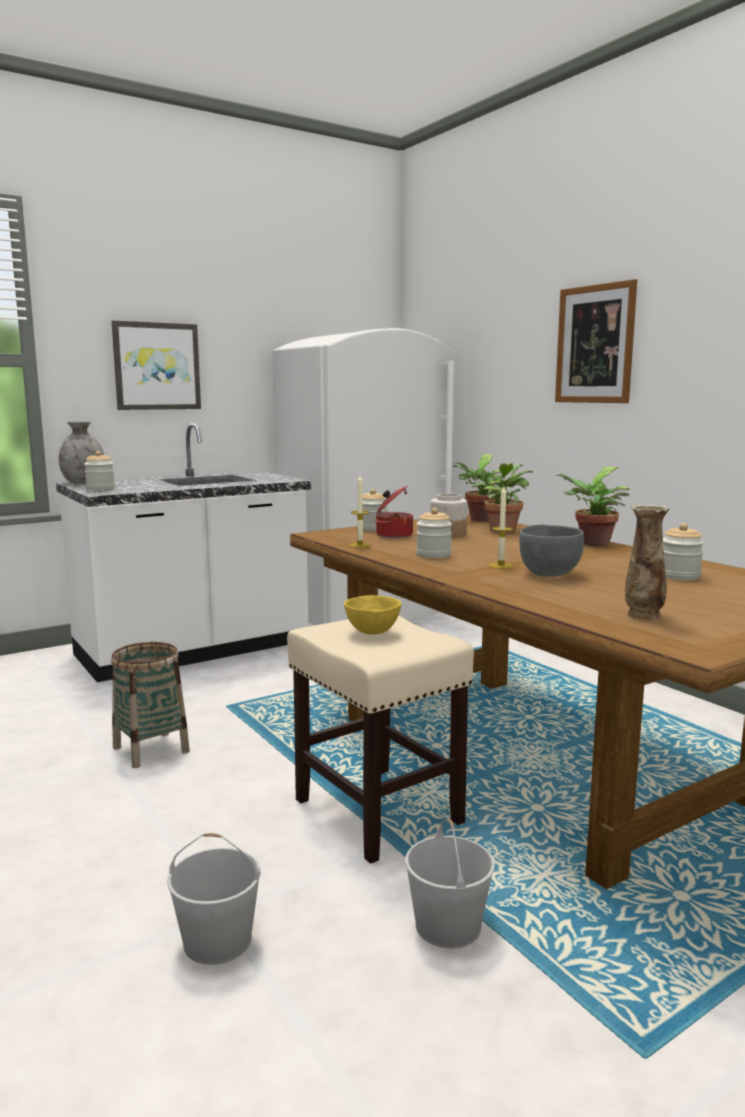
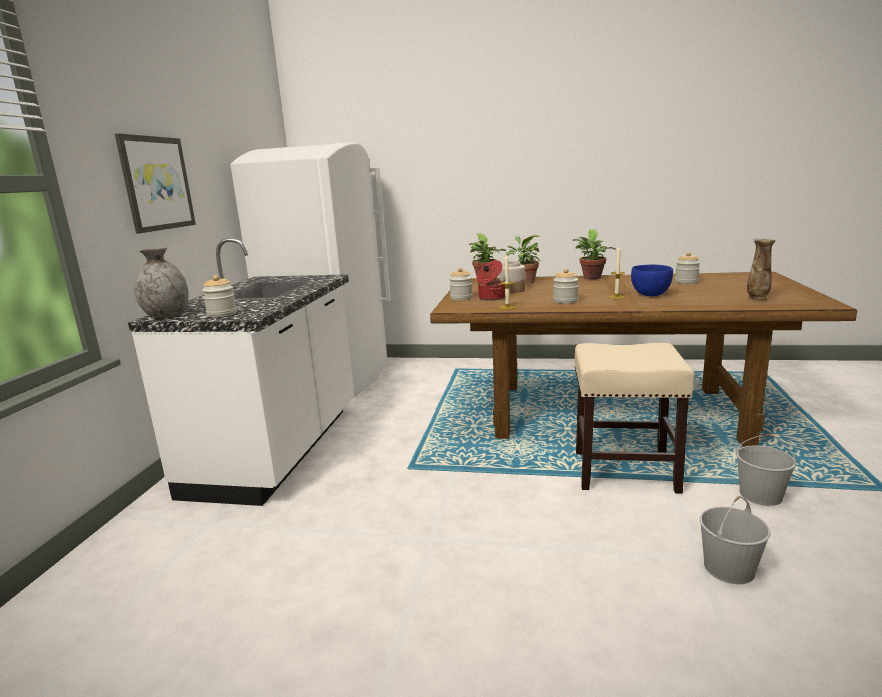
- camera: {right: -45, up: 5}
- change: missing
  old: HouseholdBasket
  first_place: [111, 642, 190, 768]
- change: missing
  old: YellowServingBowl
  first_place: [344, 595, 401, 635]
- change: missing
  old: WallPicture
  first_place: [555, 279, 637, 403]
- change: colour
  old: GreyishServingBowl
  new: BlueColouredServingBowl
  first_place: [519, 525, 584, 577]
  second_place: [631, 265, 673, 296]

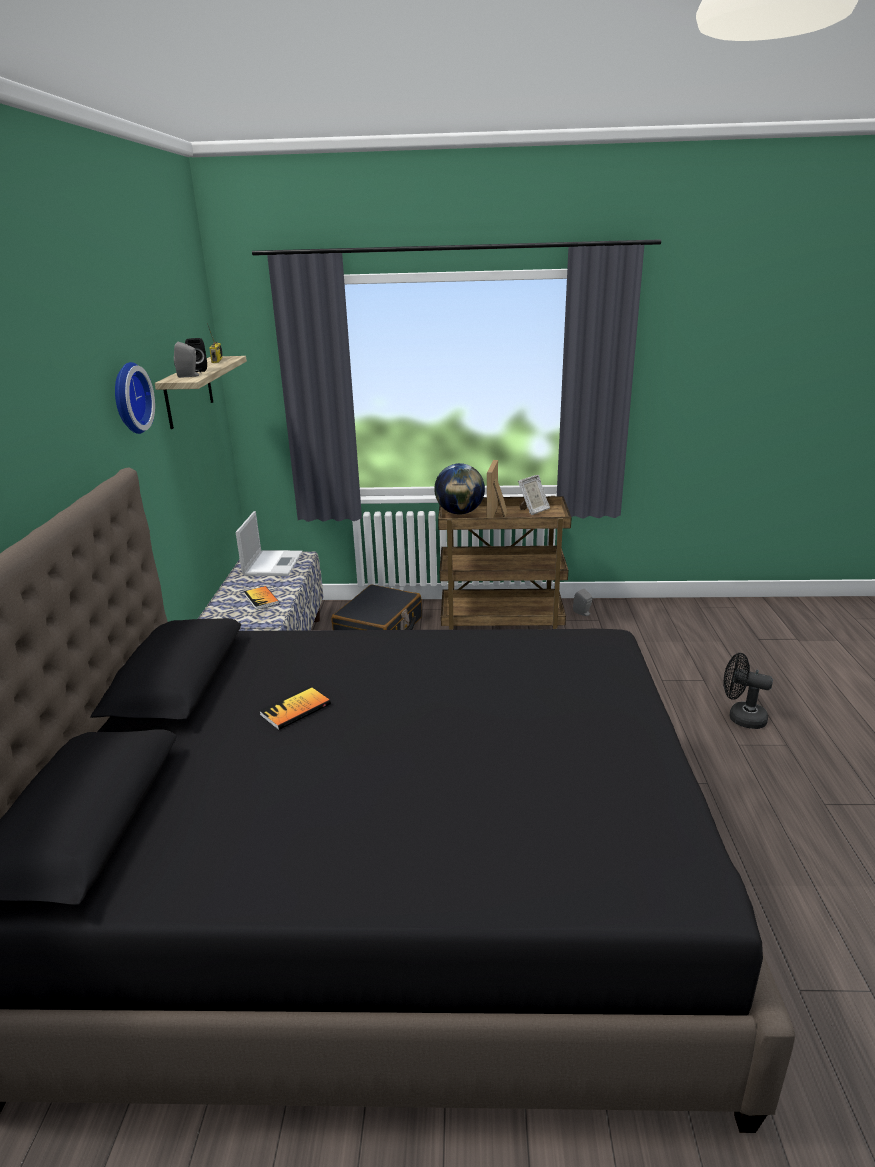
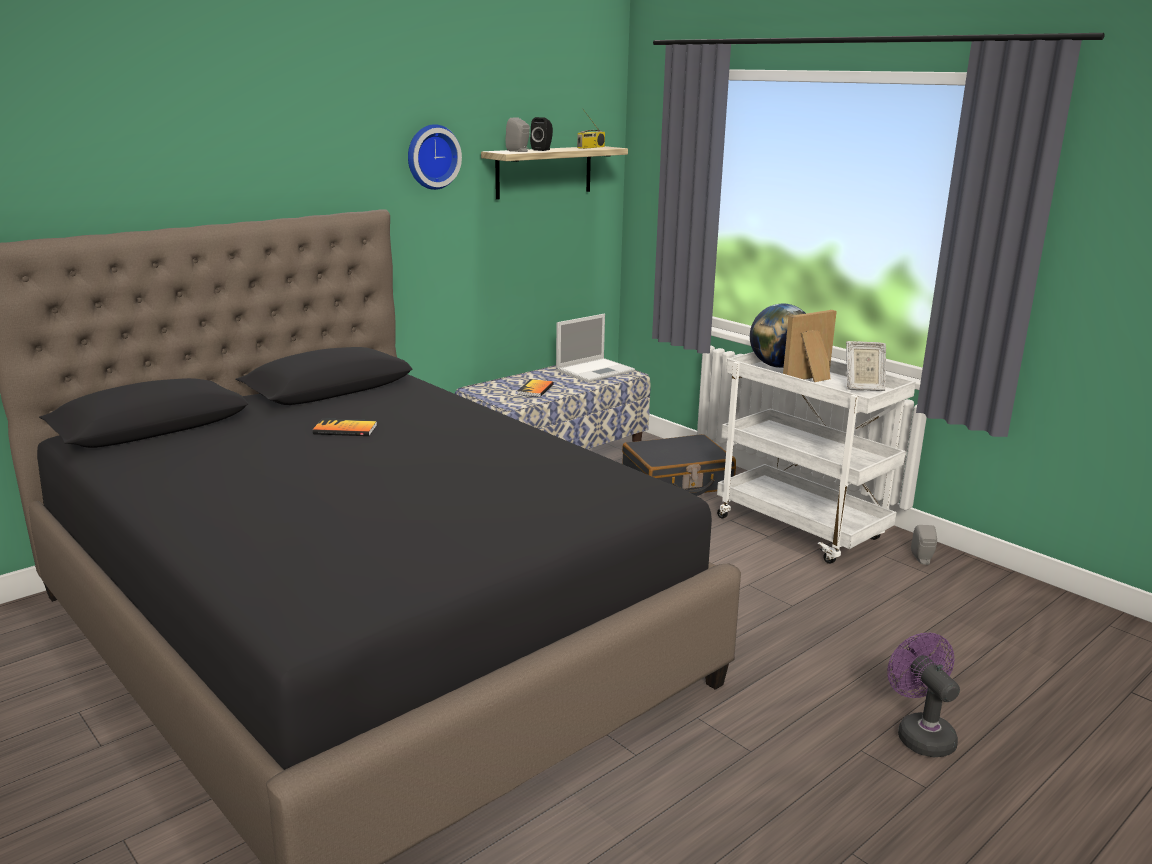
- camera: {right: 45, up: -5}
- change: colour
  old: BrownColouredTrolley
  new: WhitishTrolley
  first_place: [438, 496, 572, 630]
  second_place: [717, 352, 916, 564]
- change: colour
  old: BlackishCoolingFan
  new: PurplishCoolingFan
  first_place: [724, 653, 773, 729]
  second_place: [887, 633, 960, 757]

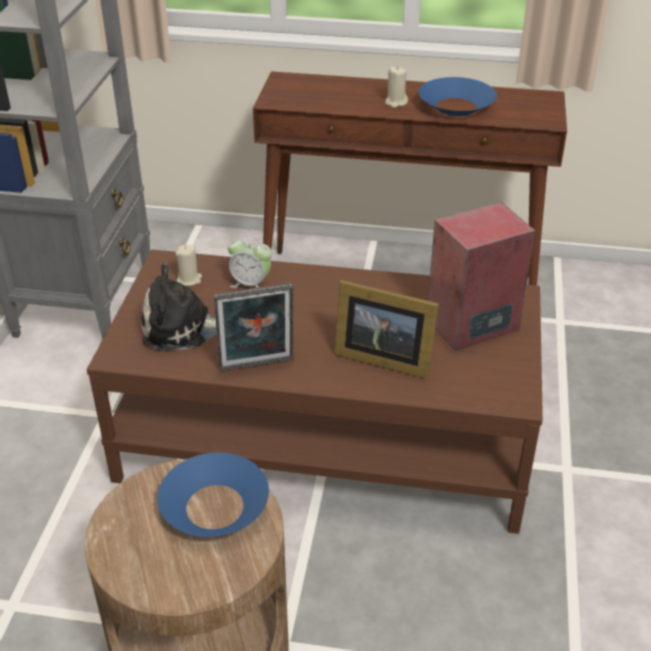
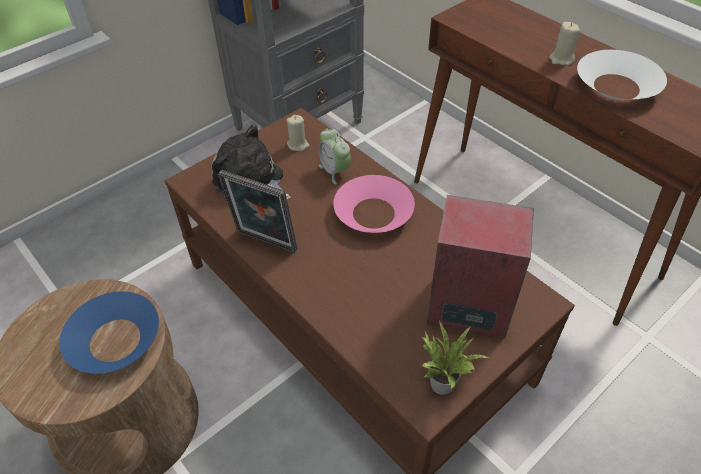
- camera: {right: 40, up: 10}
- change: missing
  old: PhotoFrame
  first_place: [334, 280, 439, 379]
- change: appeared
  new: PinkServingBowl
  second_place: [333, 175, 415, 233]
- change: appeared
  new: Houseplant
  second_place: [421, 321, 490, 395]
- change: colour
  old: BlueColouredServingBowl
  new: WhitishServingBowl
  first_place: [419, 77, 497, 116]
  second_place: [577, 50, 667, 100]

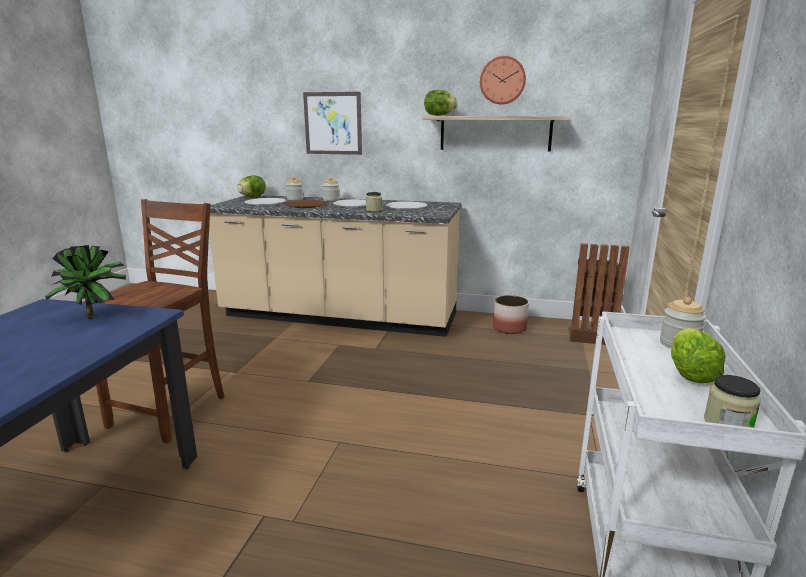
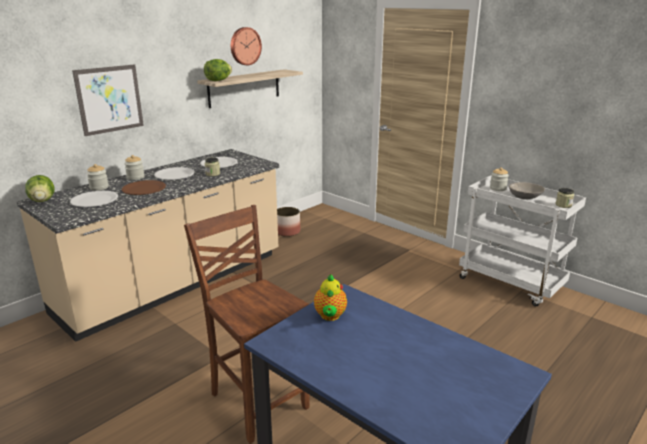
- camera: {right: -60, up: 5}
- change: missing
  old: BrownColouredRubbishBin
  first_place: [568, 243, 630, 345]
- change: exchanged
  old: Houseplant
  new: TeaPot
  first_place: [45, 245, 126, 319]
  second_place: [314, 274, 347, 321]
- change: exchanged
  old: LettuceHead
  new: GreyishServingBowl
  first_place: [671, 328, 726, 383]
  second_place: [509, 182, 545, 199]

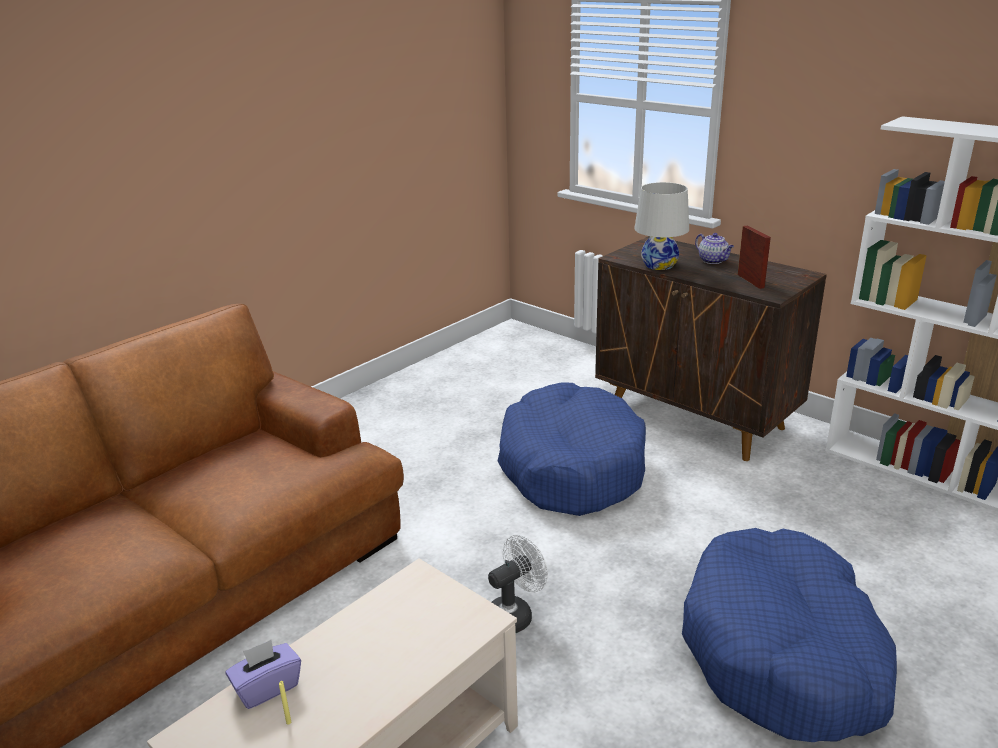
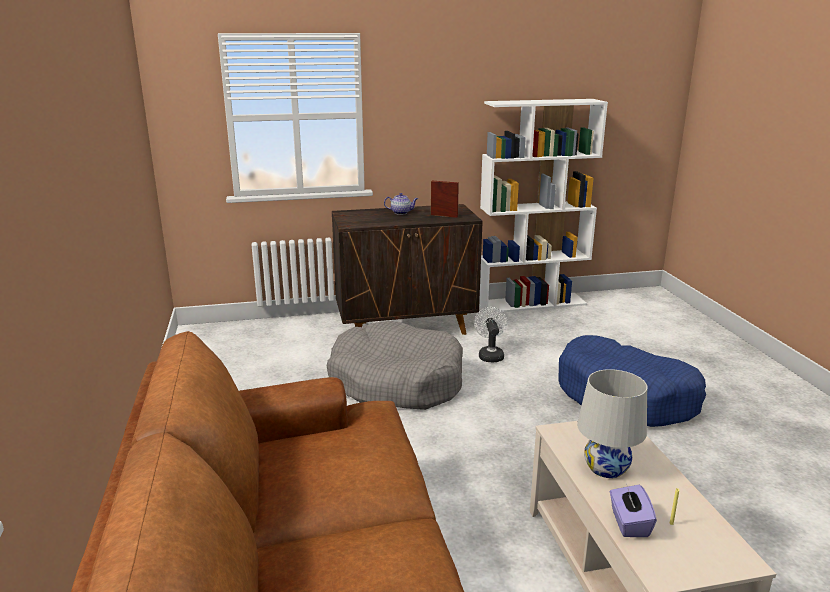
- camera: {right: -55, up: -5}
- change: relocated
  old: WhitishCoolingFan
  first_place: [488, 535, 548, 633]
  second_place: [474, 307, 507, 362]
- change: relocated
  old: WhitishTableLamp
  first_place: [634, 182, 689, 270]
  second_place: [577, 369, 647, 478]
- change: colour
  old: BlueColouredDogCushion
  new: GreyishDogCushion
  first_place: [498, 382, 646, 516]
  second_place: [327, 321, 463, 410]

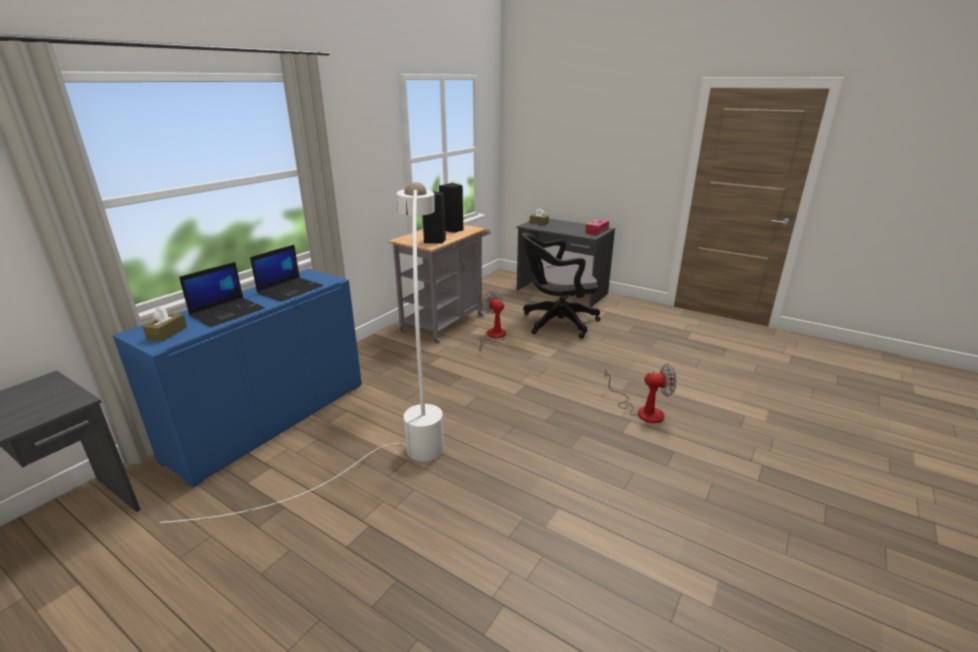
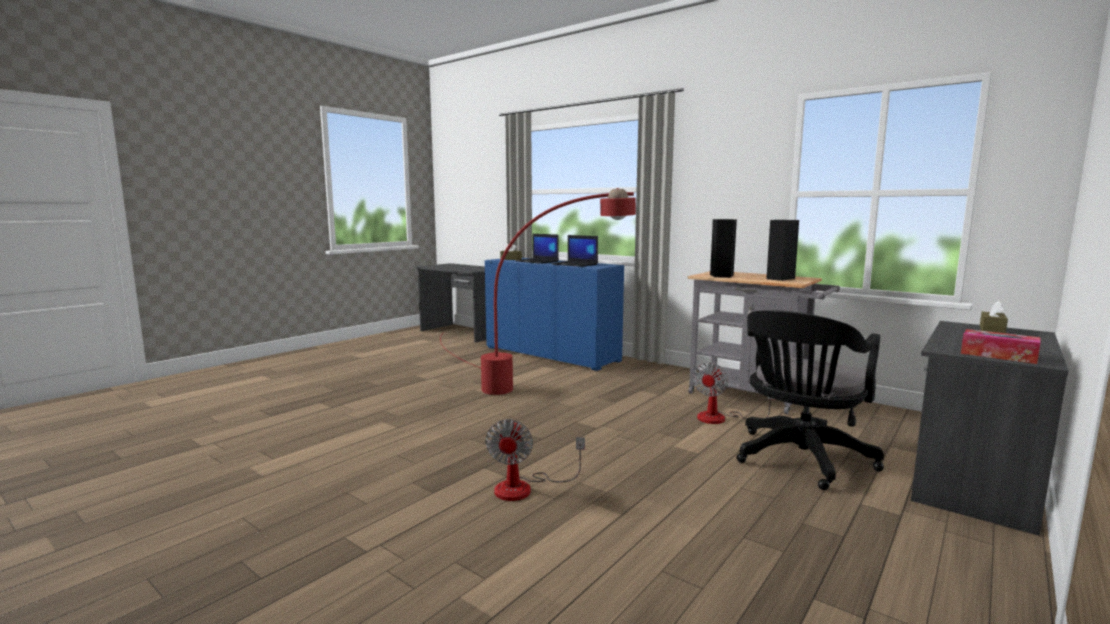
- camera: {right: 95, up: -15}
- change: colour
  old: WhitishStandardLamp
  new: ReddishStandardLamp
  first_place: [159, 182, 444, 523]
  second_place: [440, 188, 636, 395]
- change: spun
  old: CoolingFan
  first_place: [479, 291, 506, 351]
  second_place: [693, 362, 775, 424]
  degrees: 150
- change: spun
  old: BlackishOfficeChair
  first_place: [522, 232, 601, 339]
  second_place: [737, 310, 884, 490]
  degrees: -135

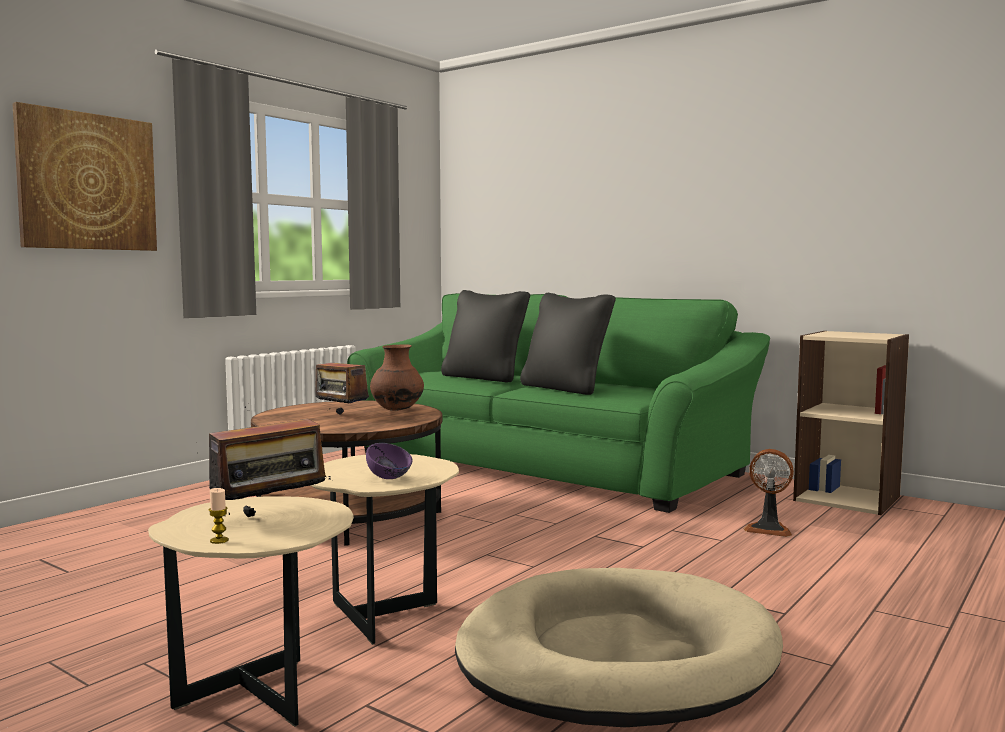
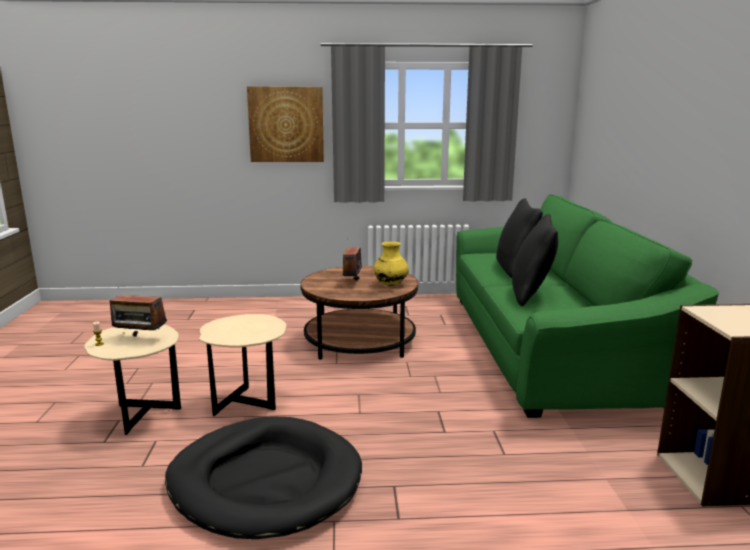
- camera: {right: 50, up: 10}
- change: missing
  old: PurplishServingBowl
  first_place: [366, 443, 413, 479]
- change: missing
  old: CoolingFan
  first_place: [743, 449, 794, 537]
- change: colour
  old: BrownColouredDecorativeVase
  new: YellowDecorativeVase
  first_place: [370, 344, 424, 411]
  second_place: [373, 242, 409, 286]
- change: colour
  old: BeigeColouredDogCushion
  new: BlackishDogCushion
  first_place: [455, 568, 783, 727]
  second_place: [165, 417, 362, 539]

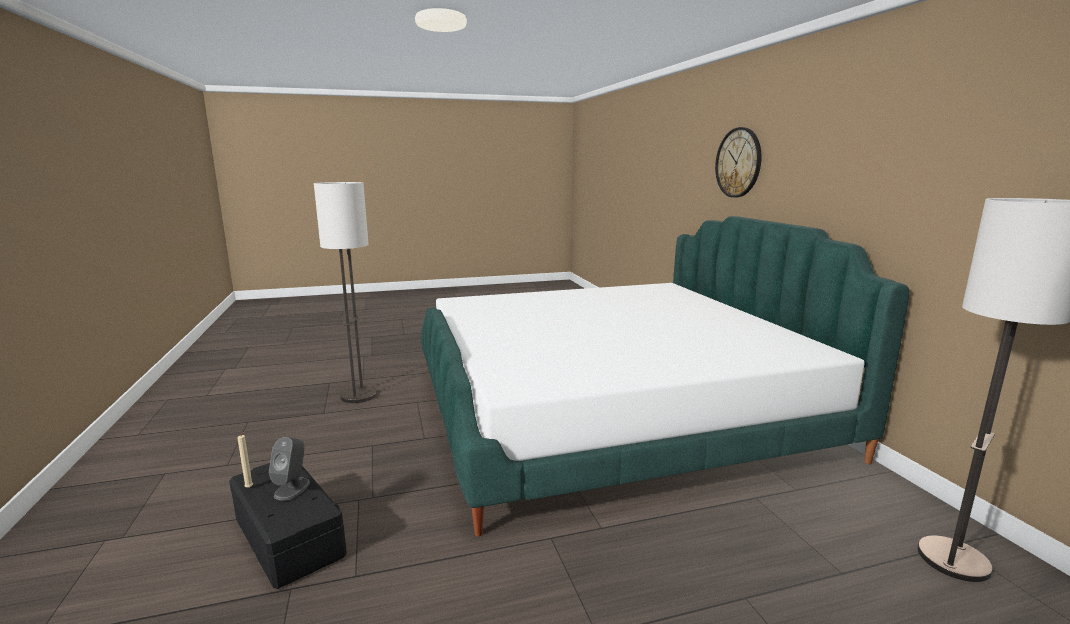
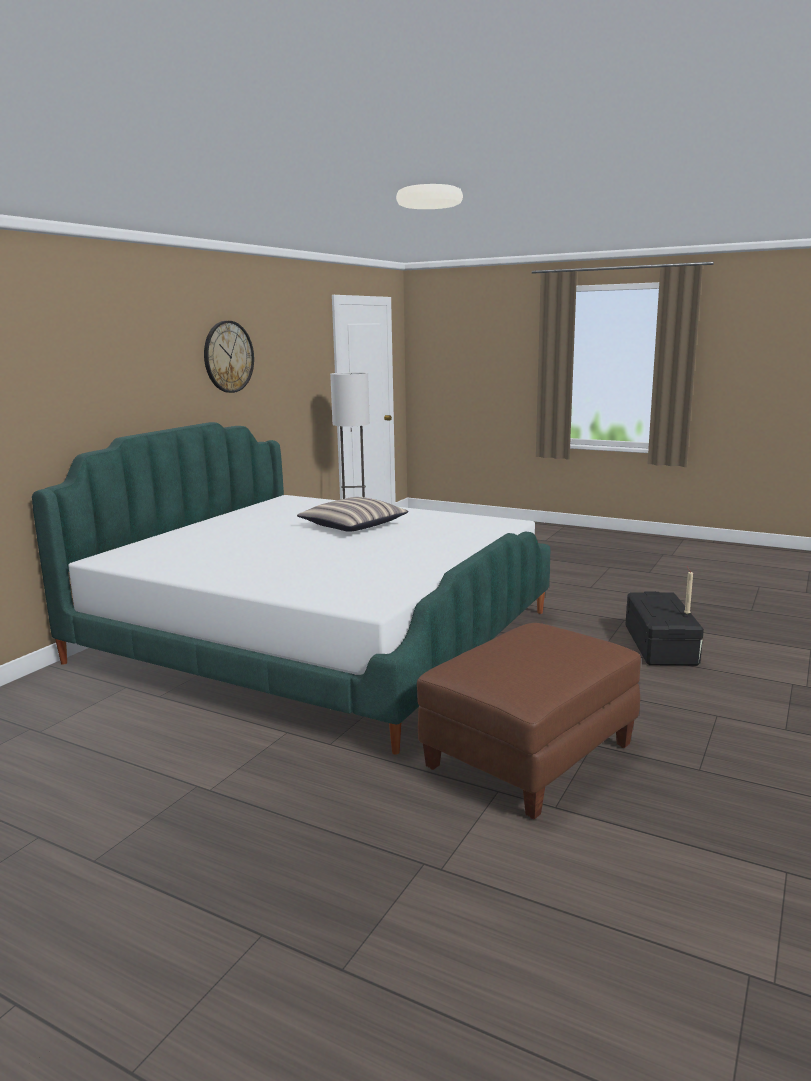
- camera: {right: -135, up: 0}
- change: missing
  old: GreyishLoudspeaker
  first_place: [269, 437, 310, 500]
- change: appeared
  new: ThrowPillow
  second_place: [297, 497, 409, 532]
- change: relocated
  old: WallClock
  first_place: [715, 127, 762, 197]
  second_place: [204, 321, 254, 393]
- change: exchanged
  old: StandardLamp
  new: BrownColouredPouffe
  first_place: [314, 182, 377, 403]
  second_place: [417, 623, 641, 819]

